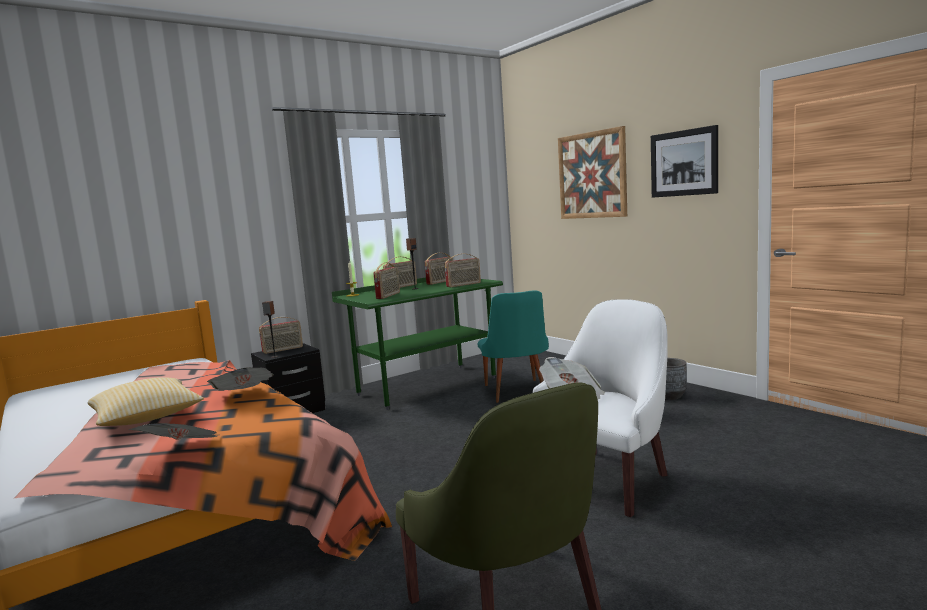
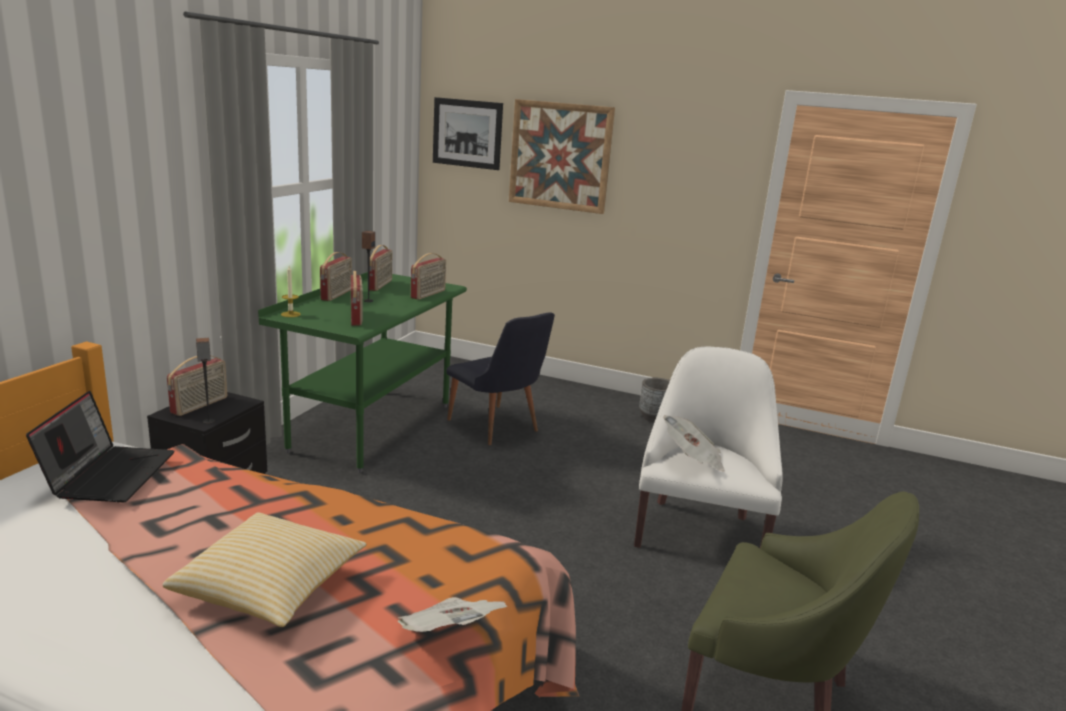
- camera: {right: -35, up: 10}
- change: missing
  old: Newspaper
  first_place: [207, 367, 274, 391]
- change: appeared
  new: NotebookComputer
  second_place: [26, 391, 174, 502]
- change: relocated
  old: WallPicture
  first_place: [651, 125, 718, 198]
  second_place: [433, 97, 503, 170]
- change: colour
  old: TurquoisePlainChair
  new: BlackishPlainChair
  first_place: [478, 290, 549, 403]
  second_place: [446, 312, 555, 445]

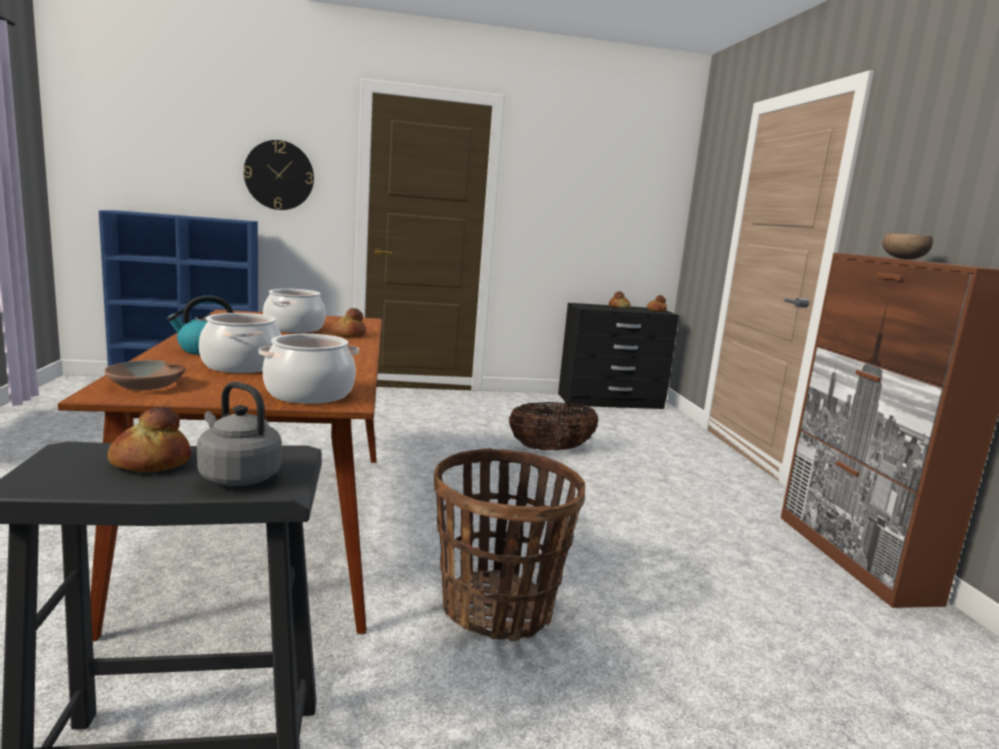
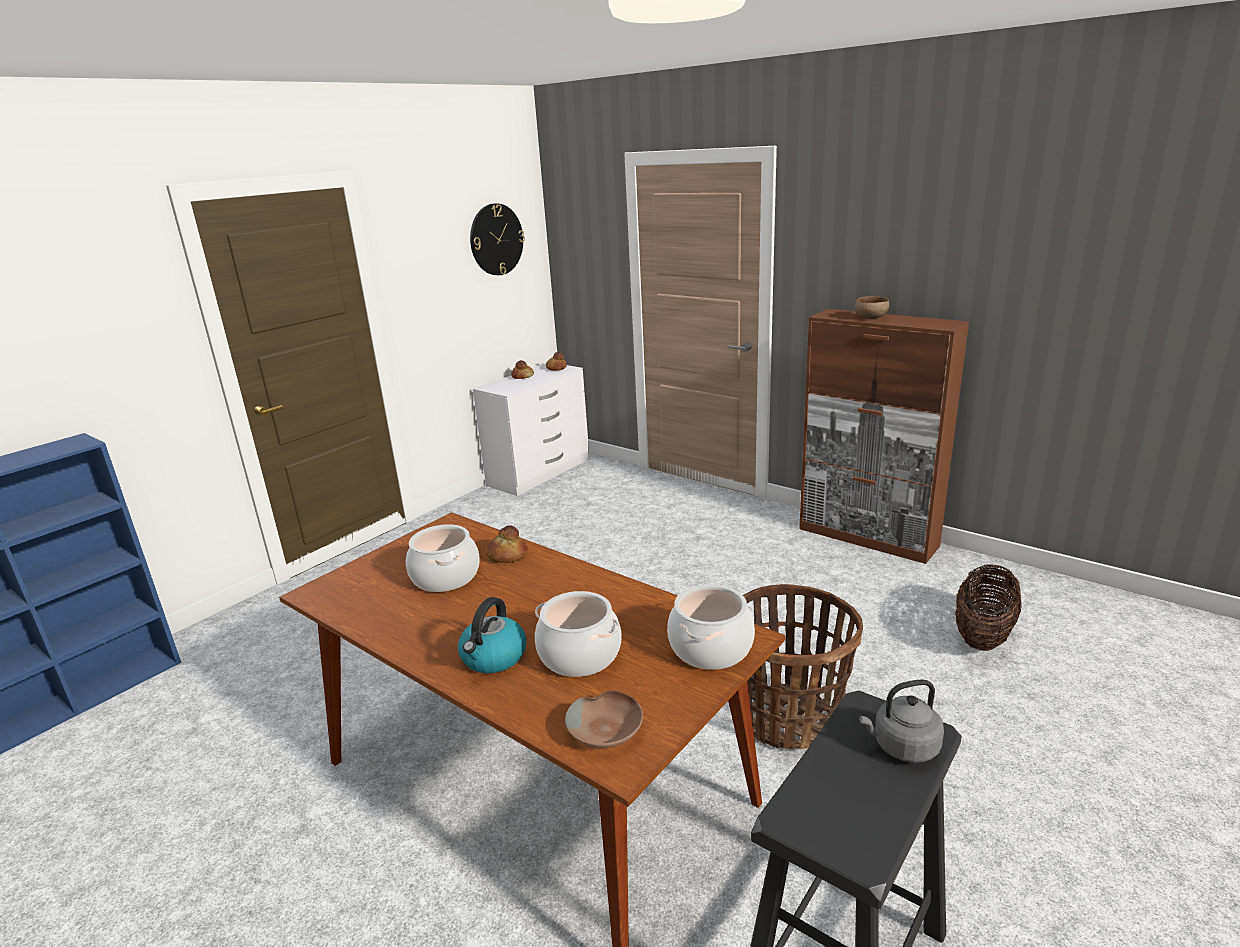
- camera: {right: -40, up: 10}
- change: missing
  old: BakeryBread
  first_place: [108, 407, 191, 472]
- change: relocated
  old: WallClock
  first_place: [244, 140, 314, 210]
  second_place: [470, 203, 525, 275]
- change: relocated
  old: HouseholdBasket
  first_place: [509, 402, 599, 451]
  second_place: [955, 564, 1022, 651]
- change: colour
  old: BlackishDresser
  new: WhitishDresser
  first_place: [558, 303, 679, 409]
  second_place: [473, 363, 589, 496]

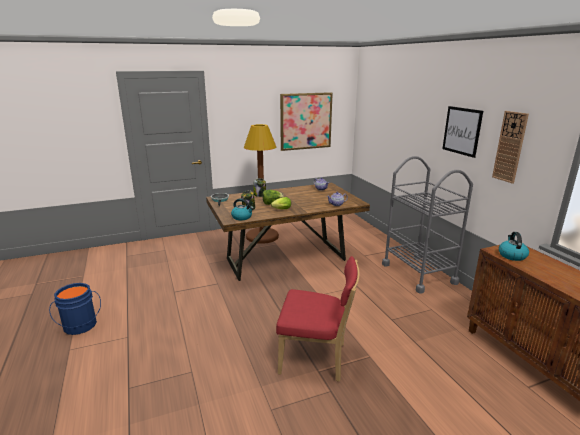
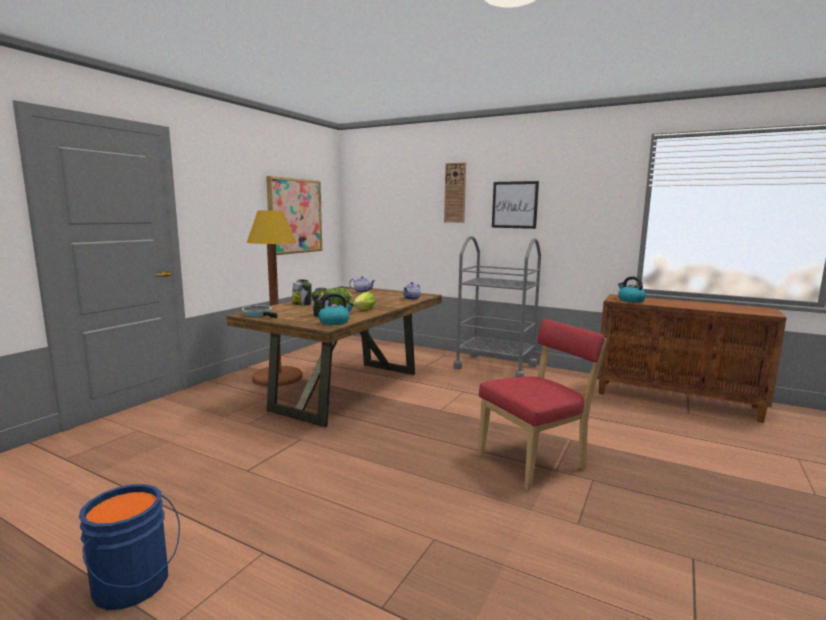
- camera: {right: -40, up: -10}
- change: relocated
  old: WallClock
  first_place: [492, 111, 529, 184]
  second_place: [444, 162, 466, 223]

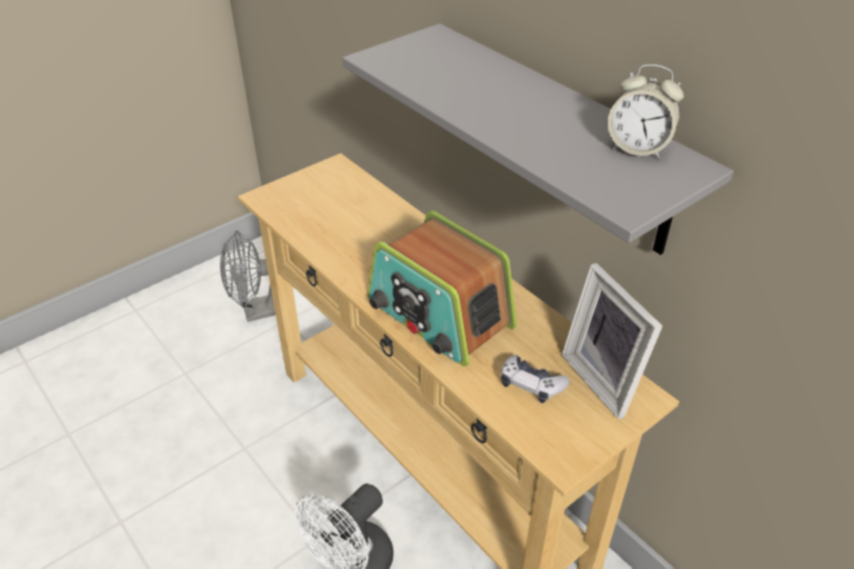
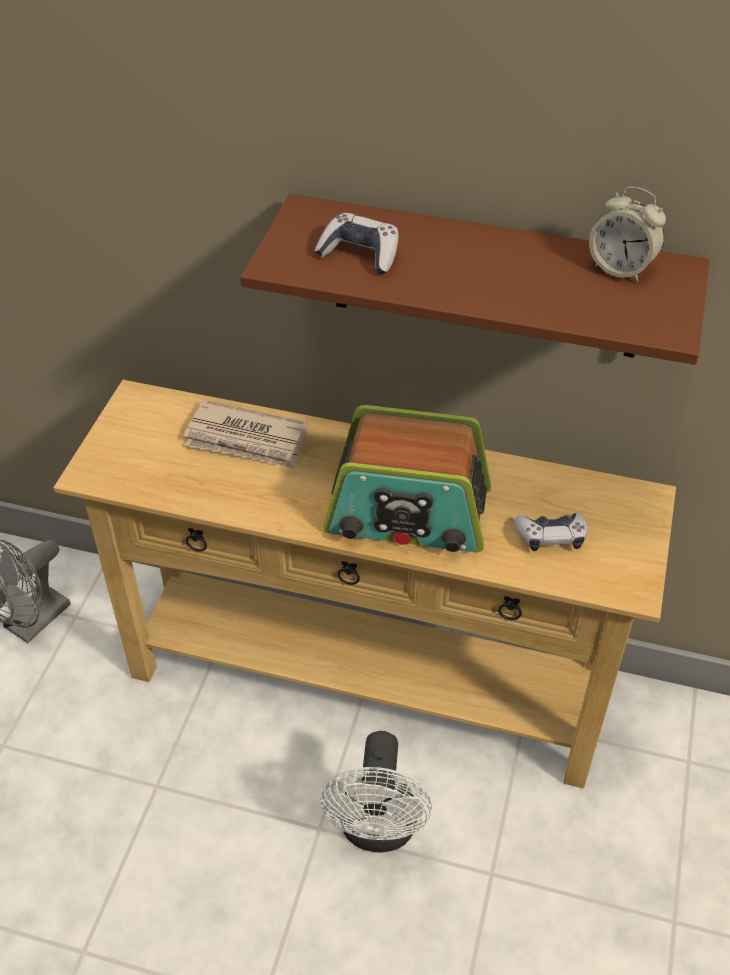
- camera: {right: -35, up: 5}
- change: missing
  old: PhotoFrame
  first_place: [561, 263, 663, 419]
- change: appeared
  new: Newspaper
  second_place: [184, 400, 308, 469]
- change: appeared
  new: Joypad
  second_place: [315, 213, 399, 274]
- change: colour
  old: GreyishBracketShelf
  new: BrownColouredBracketShelf
  first_place: [342, 24, 734, 255]
  second_place: [241, 194, 710, 365]
- change: spun
  old: TableClock
  first_place: [608, 64, 684, 159]
  second_place: [589, 187, 666, 282]
  degrees: 45

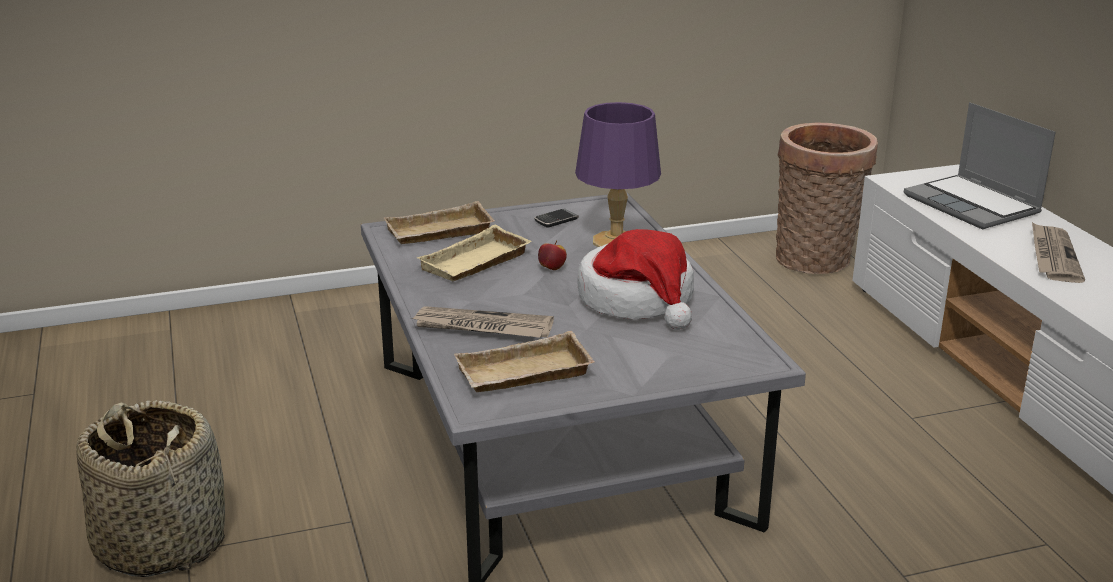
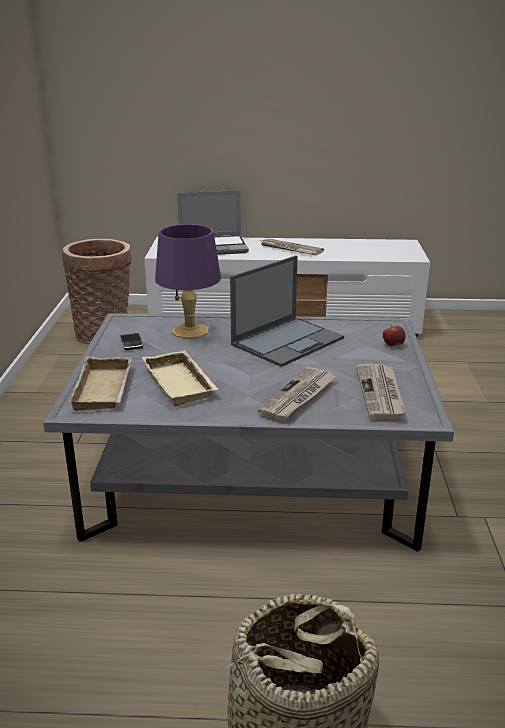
- camera: {right: -70, up: 0}
- change: relocated
  old: AppleFruit
  first_place: [538, 241, 567, 270]
  second_place: [383, 325, 406, 347]
- change: exchanged
  old: BeigeColouredTray
  new: Newspaper
  first_place: [454, 331, 594, 392]
  second_place: [356, 364, 406, 419]
- change: exchanged
  old: Hat
  new: NotebookComputer
  first_place: [578, 229, 694, 330]
  second_place: [230, 255, 344, 367]

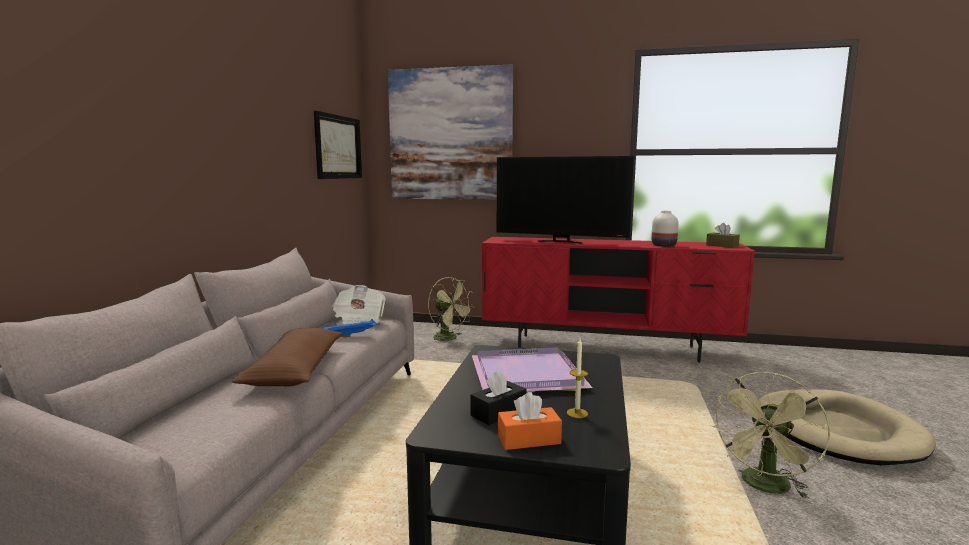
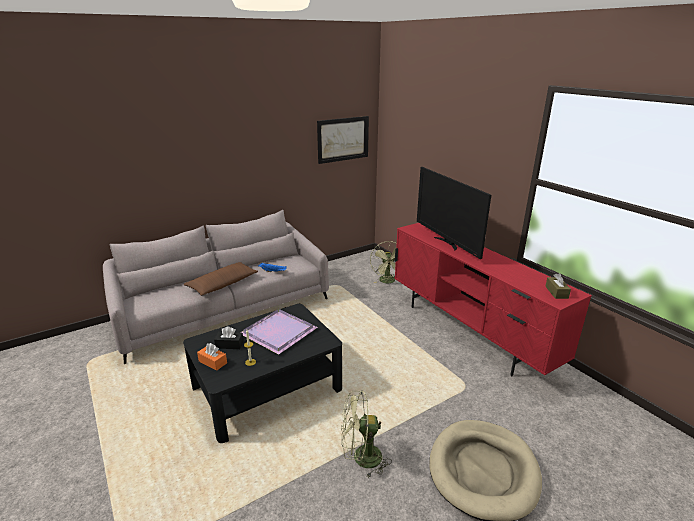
- camera: {right: 45, up: 15}
- change: missing
  old: Newspaper
  first_place: [332, 285, 386, 325]
- change: missing
  old: WallPicture
  first_place: [388, 64, 513, 200]
- change: missing
  old: WhitishDecorativeVase
  first_place: [651, 211, 678, 247]

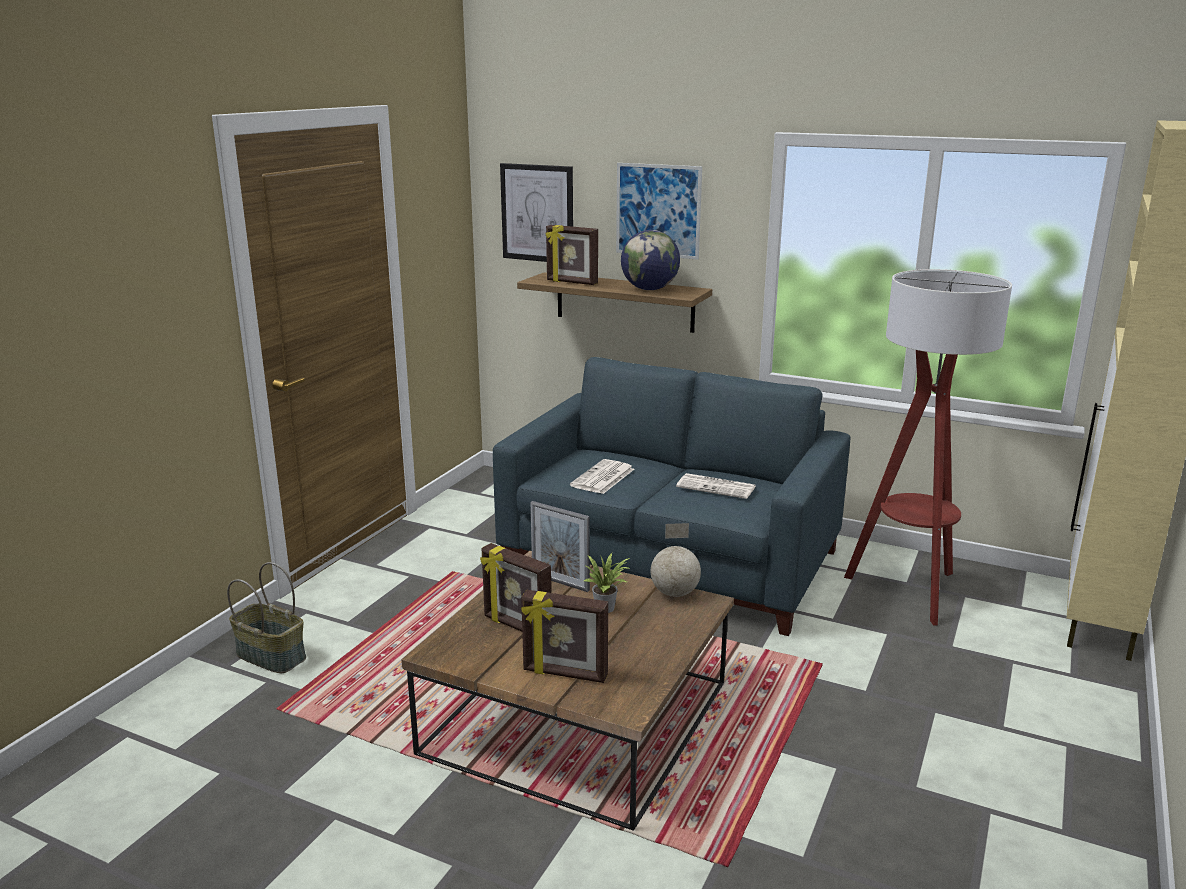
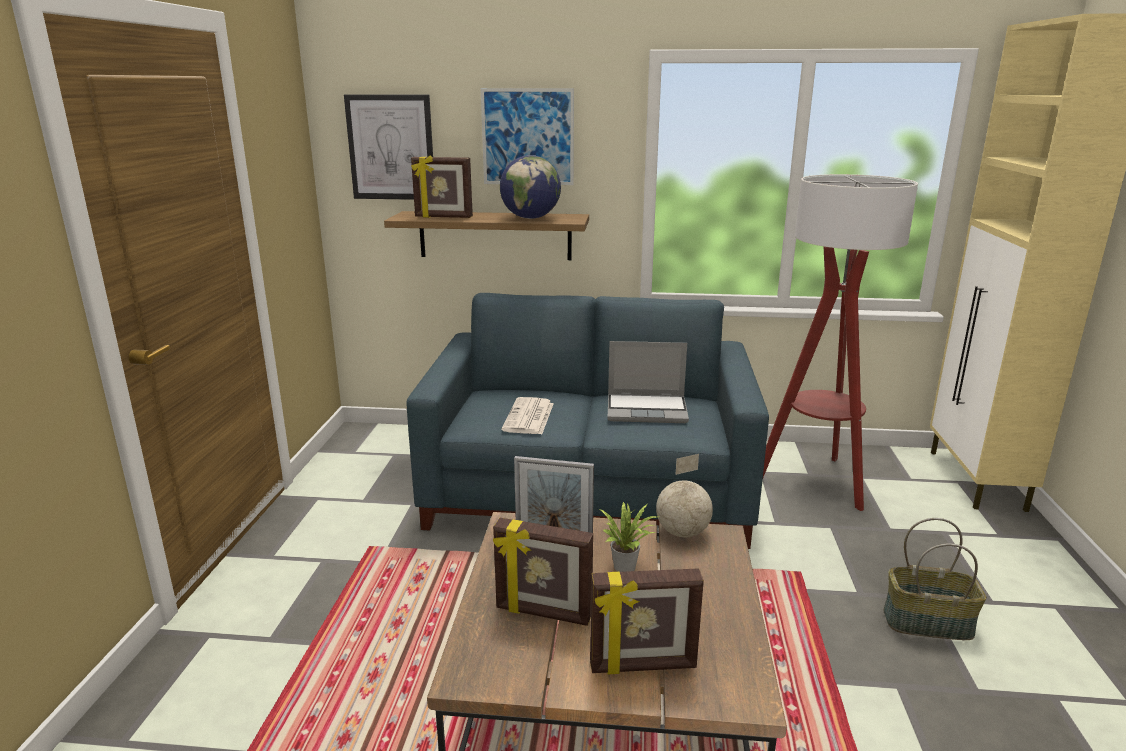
- camera: {right: -20, up: 0}
- change: relocated
  old: HouseholdBasket
  first_place: [227, 562, 306, 673]
  second_place: [884, 518, 987, 640]
- change: exchanged
  old: Newspaper
  new: NotebookComputer
  first_place: [676, 473, 756, 499]
  second_place: [608, 341, 689, 423]

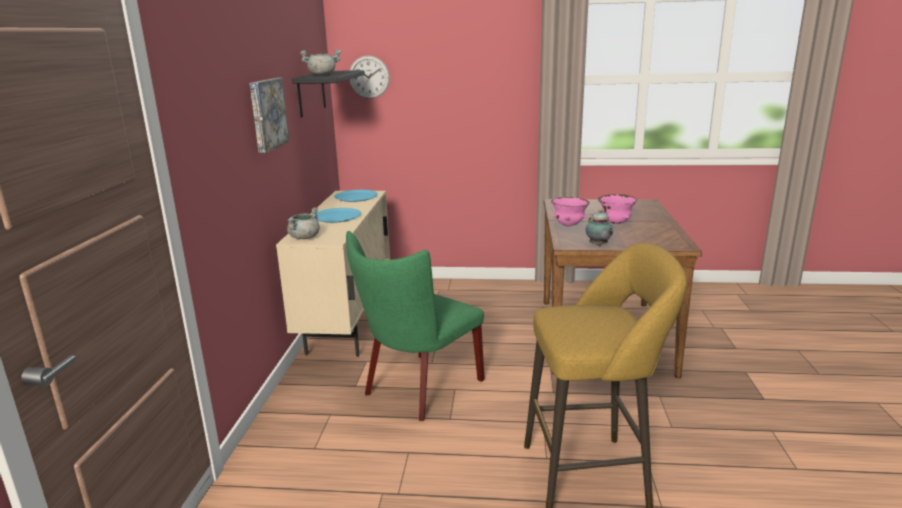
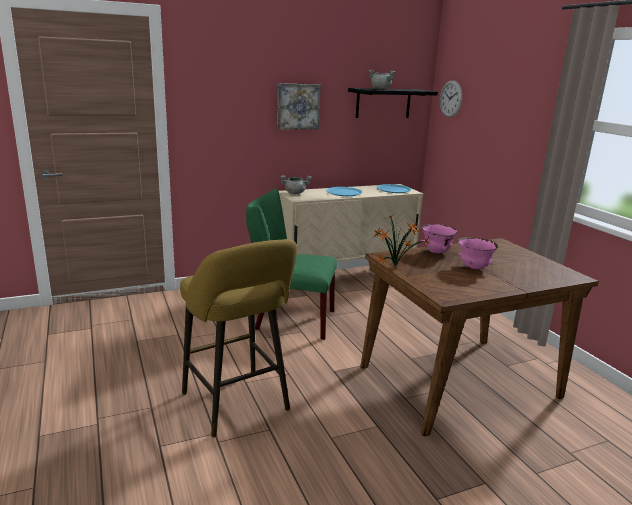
- camera: {right: 60, up: 0}
- change: exchanged
  old: TeaPot
  new: Houseplant
  first_place: [586, 209, 614, 246]
  second_place: [374, 215, 430, 266]

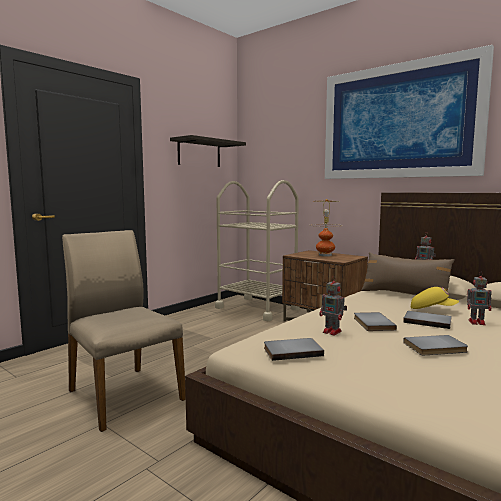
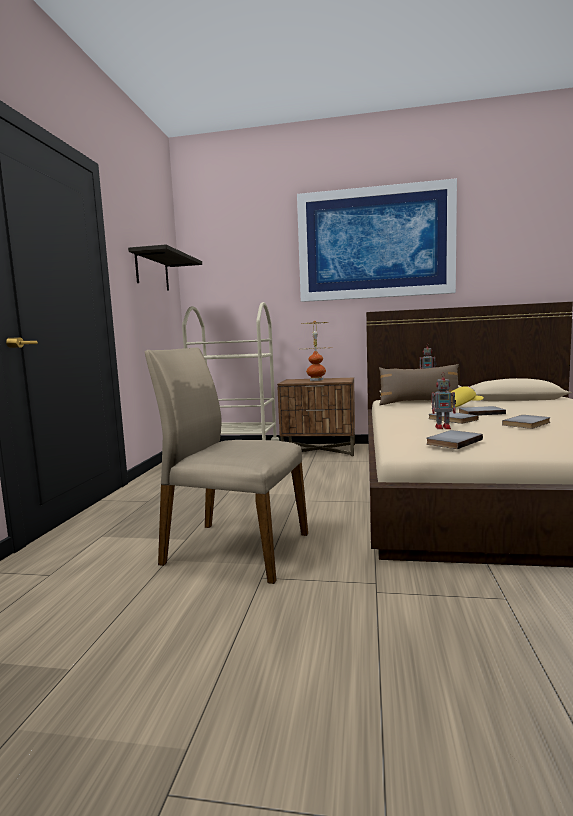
- camera: {right: -30, up: 0}
- change: missing
  old: RobotFigure
  first_place: [467, 272, 492, 325]

